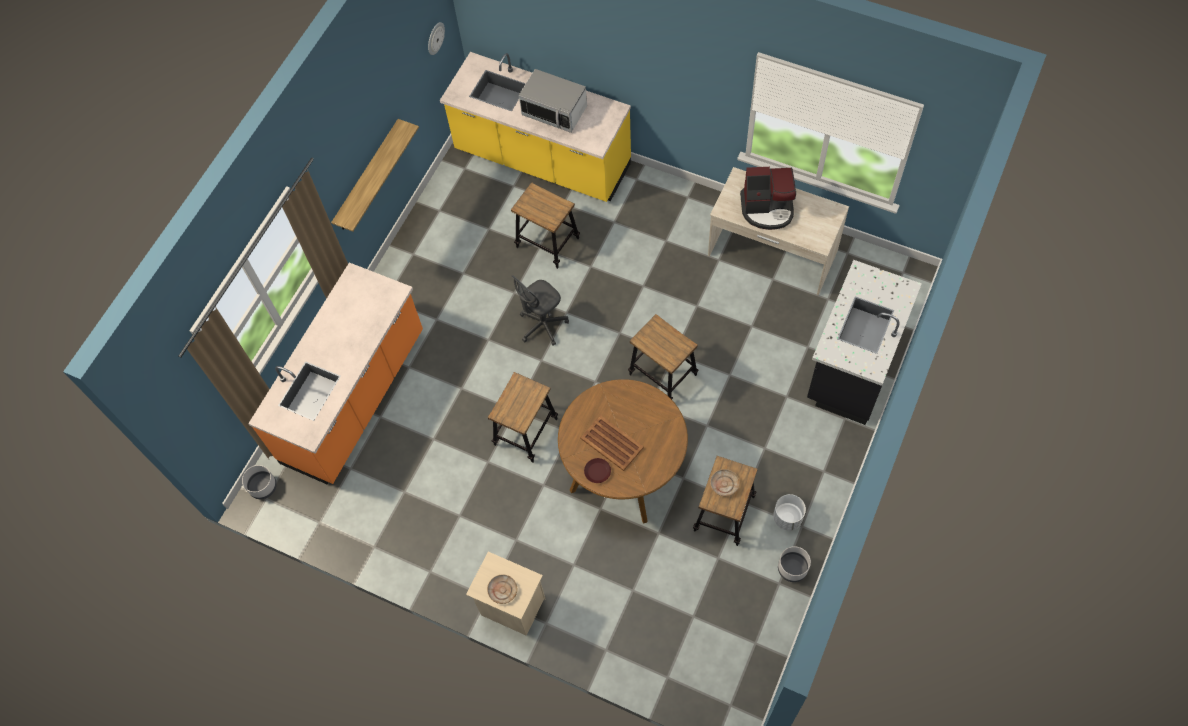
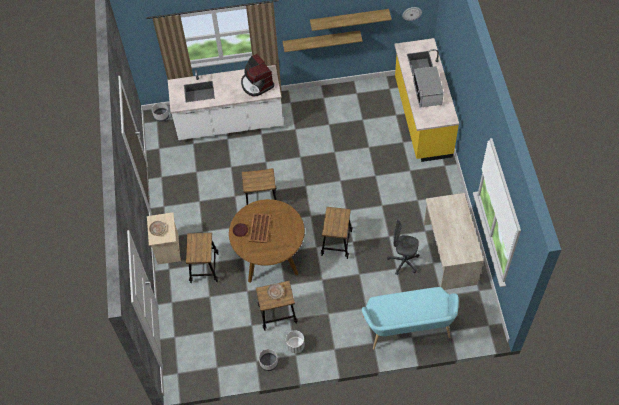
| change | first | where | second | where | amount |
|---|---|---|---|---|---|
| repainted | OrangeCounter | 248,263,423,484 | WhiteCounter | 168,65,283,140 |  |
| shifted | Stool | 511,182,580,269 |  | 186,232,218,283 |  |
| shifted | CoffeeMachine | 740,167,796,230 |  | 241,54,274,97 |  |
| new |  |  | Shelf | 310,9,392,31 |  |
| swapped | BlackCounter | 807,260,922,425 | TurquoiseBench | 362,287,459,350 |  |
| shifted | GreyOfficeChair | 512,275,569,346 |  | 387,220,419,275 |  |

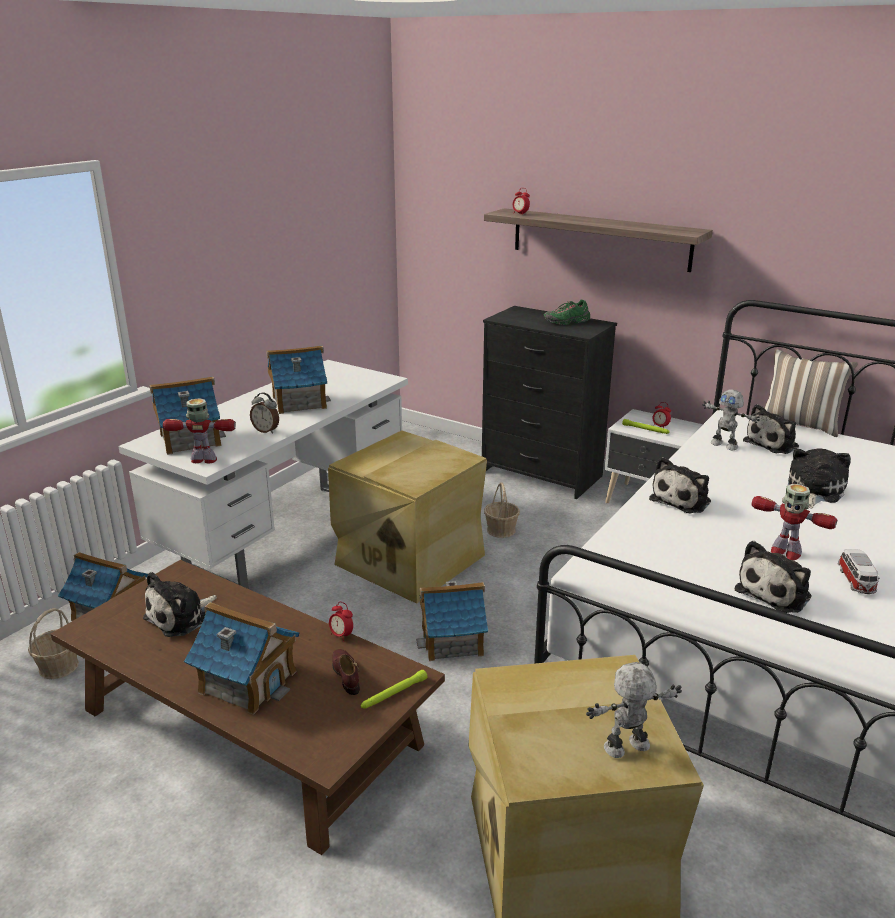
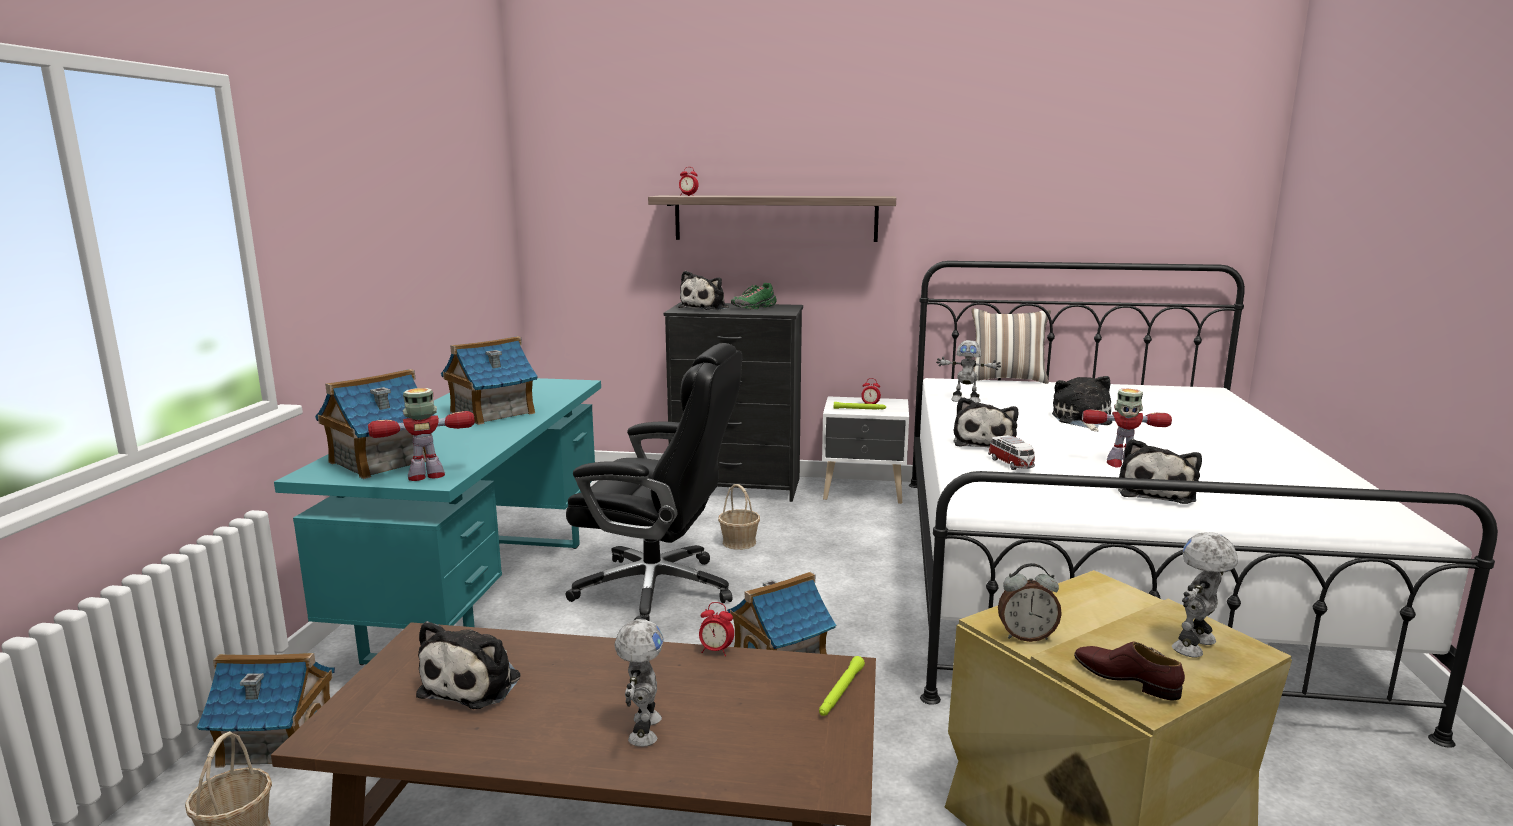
| change | first | where | second | where | amount |
|---|---|---|---|---|---|
| repainted | WhiteDesk | 118,360,408,589 | TurquoiseDesk | 274,378,601,665 |  |
| swapped | BeigeStorageBox | 328,431,487,604 | BlackOfficeChair | 566,343,742,621 |  |
| swapped | ToyHouse | 184,602,300,715 | ToyRobot | 614,619,664,747 |  |
| shifted | PlushToy | 743,404,799,454 |  | 678,271,729,310 |  |
| shifted | ToyCar | 838,549,880,594 |  | 988,435,1035,470 |  |
| shifted | AlarmClock | 250,392,279,434 |  | 998,563,1062,642 |  |
| shifted | BrownShoe | 332,649,360,695 |  | 1074,642,1185,700 |  |

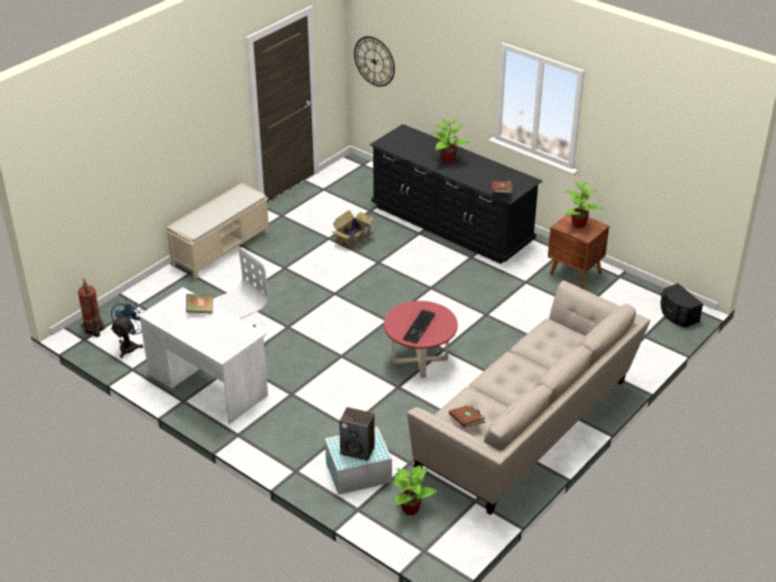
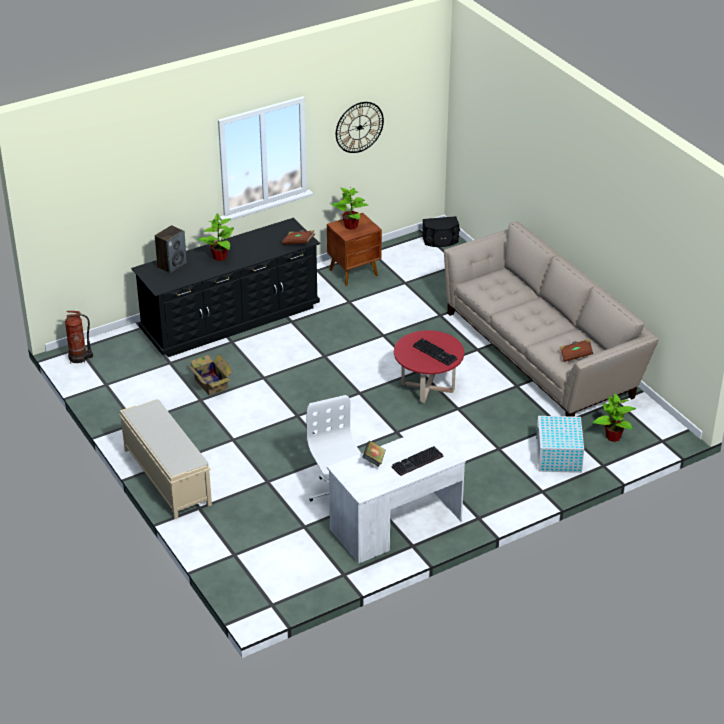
| change | first | where | second | where | amount |
|---|---|---|---|---|---|
| shifted | FireExtinguisher | 78,278,105,337 |  | 65,311,93,364 |  |
| shifted | Speaker | 339,407,375,461 |  | 155,225,187,274 |  |
| shifted | WallClock | 354,36,395,87 |  | 336,102,384,153 |  |
| new |  |  | Keyboard | 391,446,443,476 |  |
| gone | BlueFan | 111,299,145,358 |  |  |  |

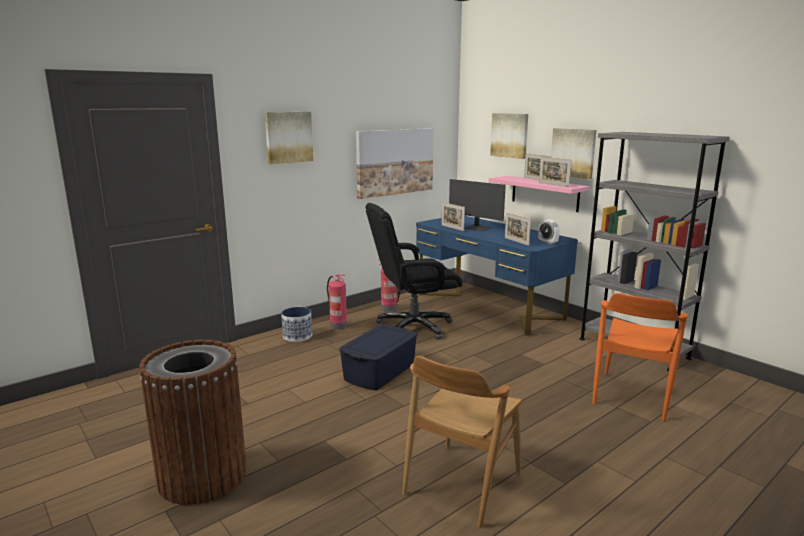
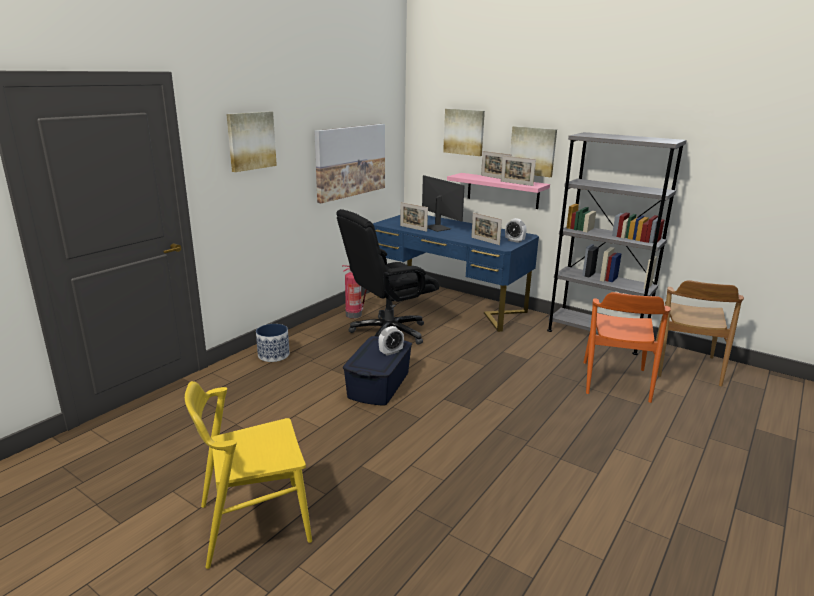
| change | first | where | second | where | amount |
|---|---|---|---|---|---|
| swapped | BrownTrashCan | 139,339,247,505 | YellowChair | 185,381,312,569 |  |
| new |  |  | AlarmClock | 379,326,404,356 |  |
| rotated | Monitor | 449,179,506,231 |  | 422,175,465,232 | 150 degrees counterclockwise |
| shifted | BrownChair | 402,356,522,528 |  | 656,280,744,387 |  |
| gone | FireExtinguisher | 327,275,347,330 |  |  |  |

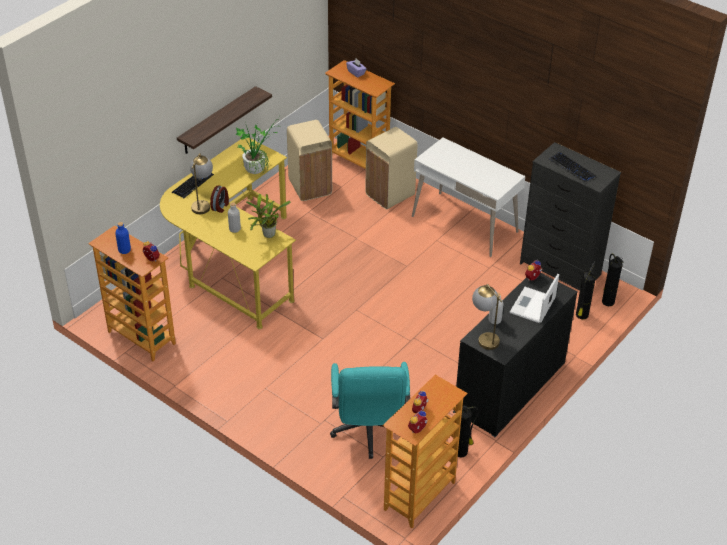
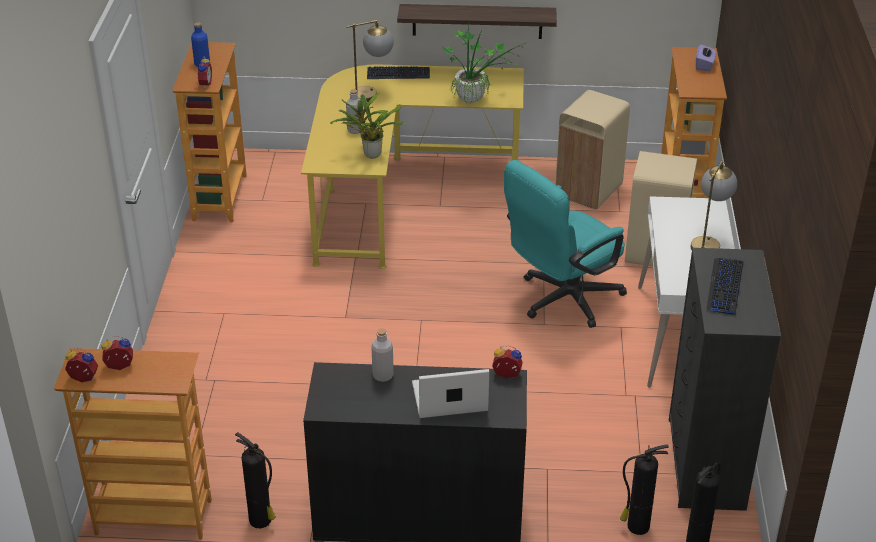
| change | first | where | second | where | amount |
|---|---|---|---|---|---|
| shifted | TurquoiseOfficeChair | 330,362,410,459 |  | 504,160,627,328 |  |
| shifted | TableLamp | 472,284,502,350 |  | 691,161,737,250 |  |
| gone | AlarmClock | 210,185,229,213 |  |  |  |

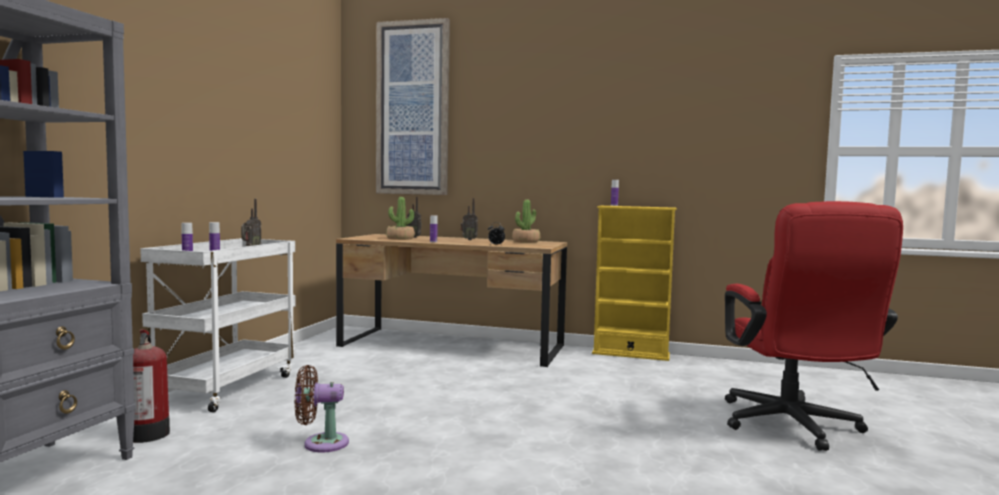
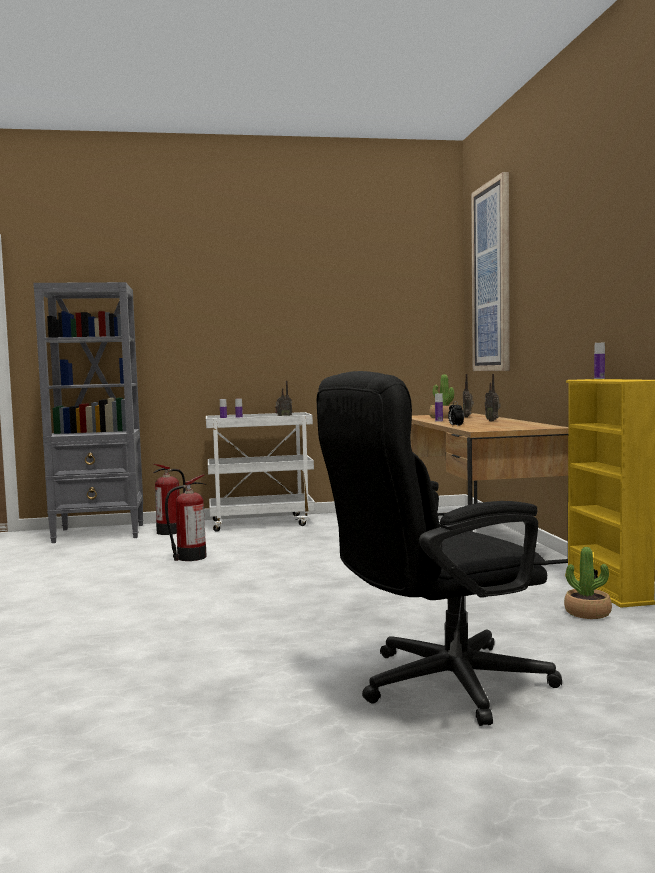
| change | first | where | second | where | amount |
|---|---|---|---|---|---|
| swapped | BrownFan | 295,365,349,452 | FireExtinguisher | 165,474,207,561 |  |
| repainted | RedOfficeChair | 725,201,903,451 | BlackOfficeChair | 317,371,562,726 |  |
| shifted | PottedPlant | 512,199,540,243 |  | 564,547,612,619 |  |

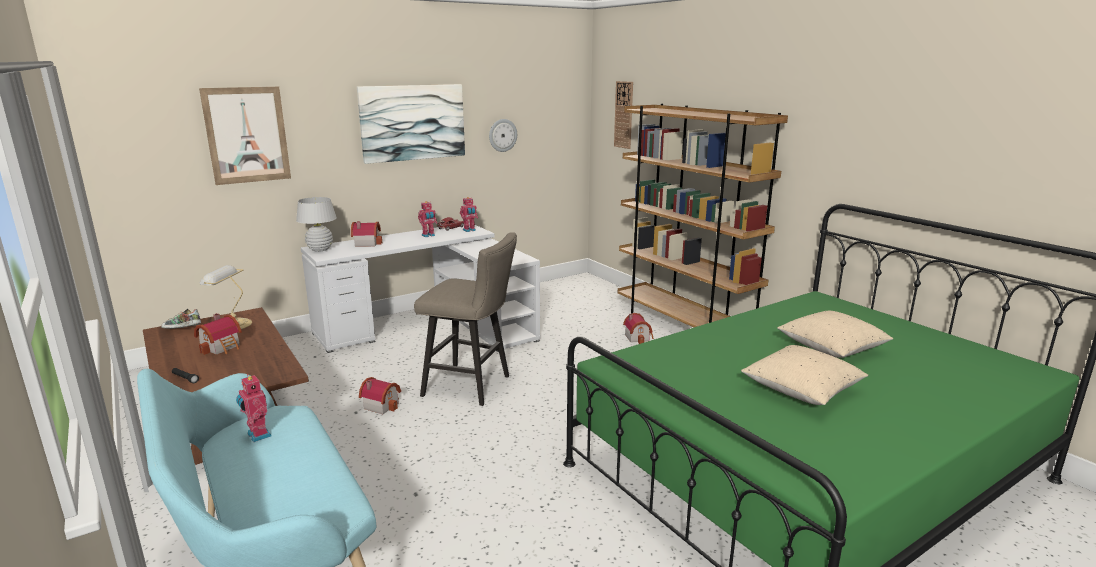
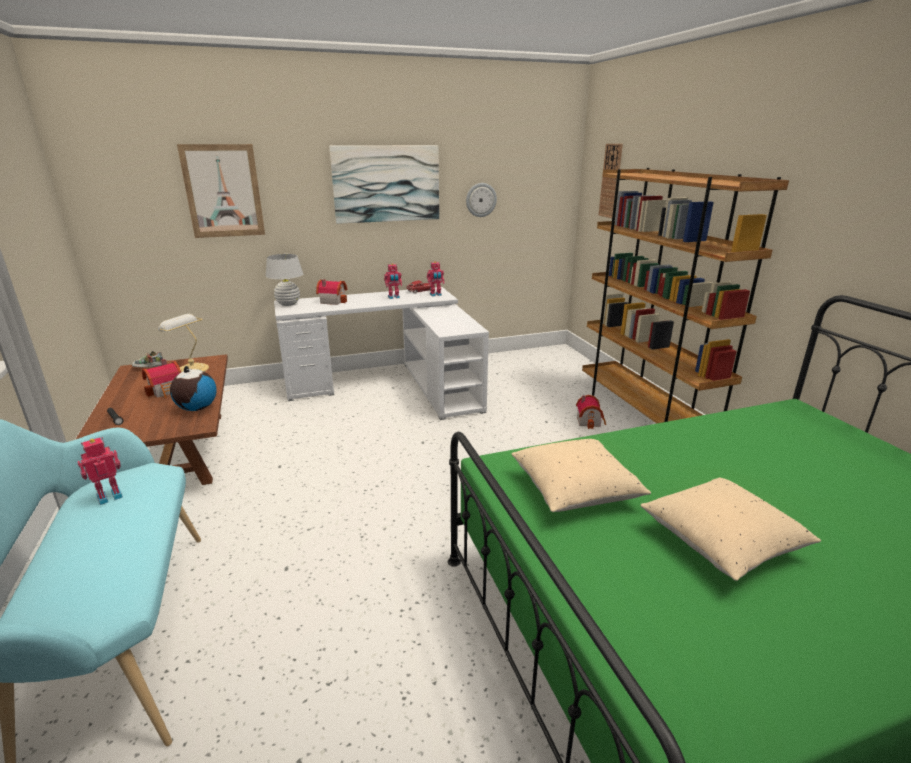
| change | first | where | second | where | amount |
|---|---|---|---|---|---|
| rotated | ToyRobot | 236,374,272,442 |  | 77,437,123,505 | 75 degrees clockwise |
| new |  |  | Globe | 170,366,217,411 |  |
| shifted | BeigePillow | 777,311,893,358 |  | 512,439,651,512 |  |
| gone | ToyHouse | 359,377,401,414 |  |  |  |
| gone | BeigeStool | 414,232,517,406 |  |  |  |

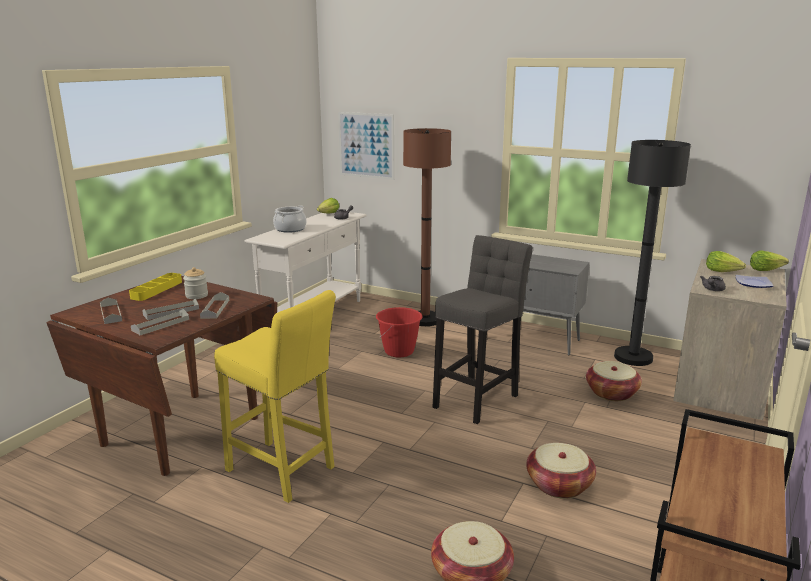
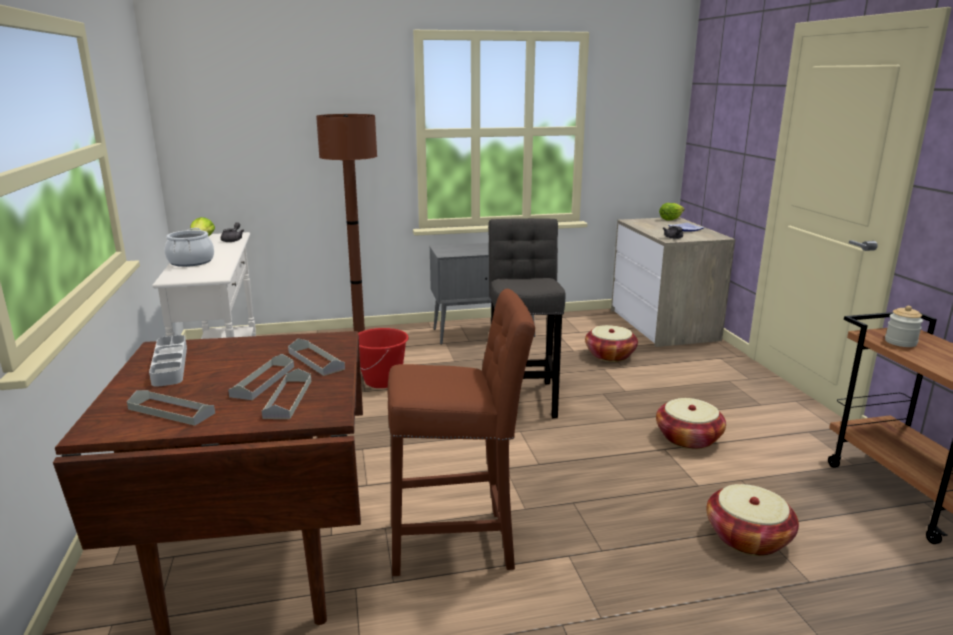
| change | first | where | second | where | amount |
|---|---|---|---|---|---|
| repainted | YellowTray | 129,273,182,301 | GreyTray | 149,335,187,387 |  |
| repainted | YellowStool | 214,290,336,503 | BrownStool | 387,289,535,576 |  |
| shifted | Jar | 183,267,208,299 |  | 885,306,923,347 |  |
| gone | Picture | 338,112,394,180 |  |  |  |
| gone | BlackFloorLamp | 614,140,691,366 |  |  |  |
| gone | Lettuce | 706,251,746,272 |  |  |  |

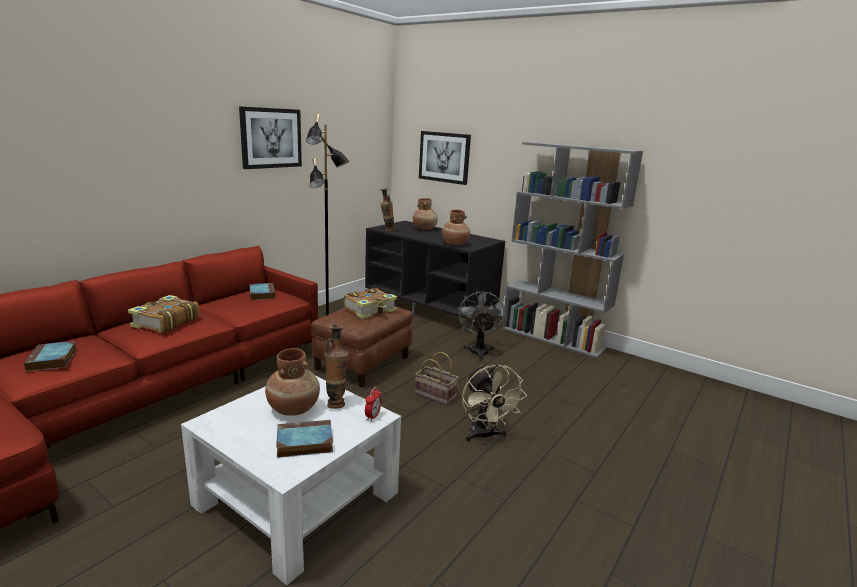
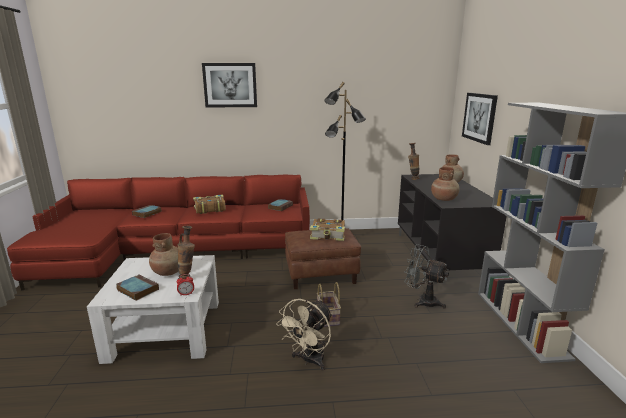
| change | first | where | second | where | amount |
|---|---|---|---|---|---|
| shifted | Picture | 239,106,302,169 |  | 202,63,257,108 |  |
| rotated | GreyFan | 459,291,504,360 |  | 404,244,449,309 | 105 degrees counterclockwise |

